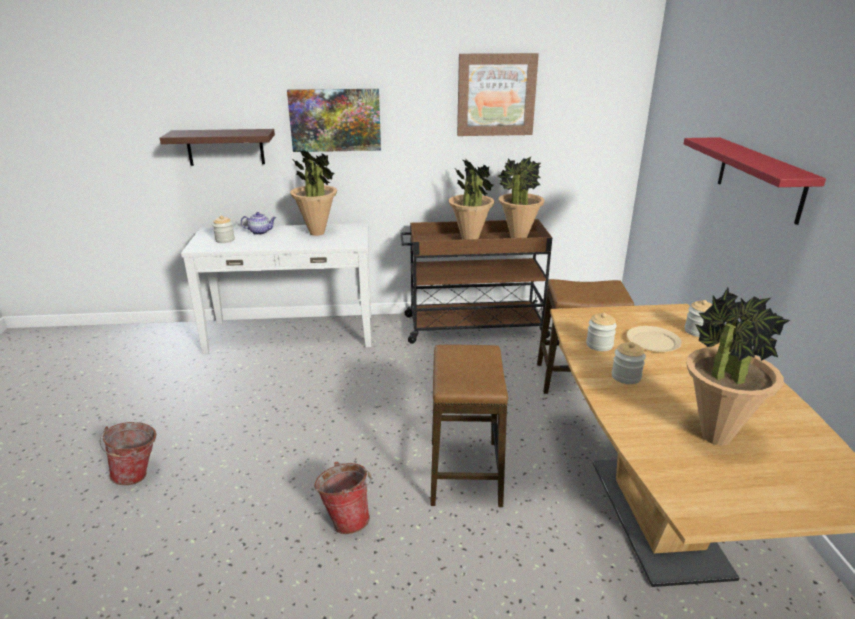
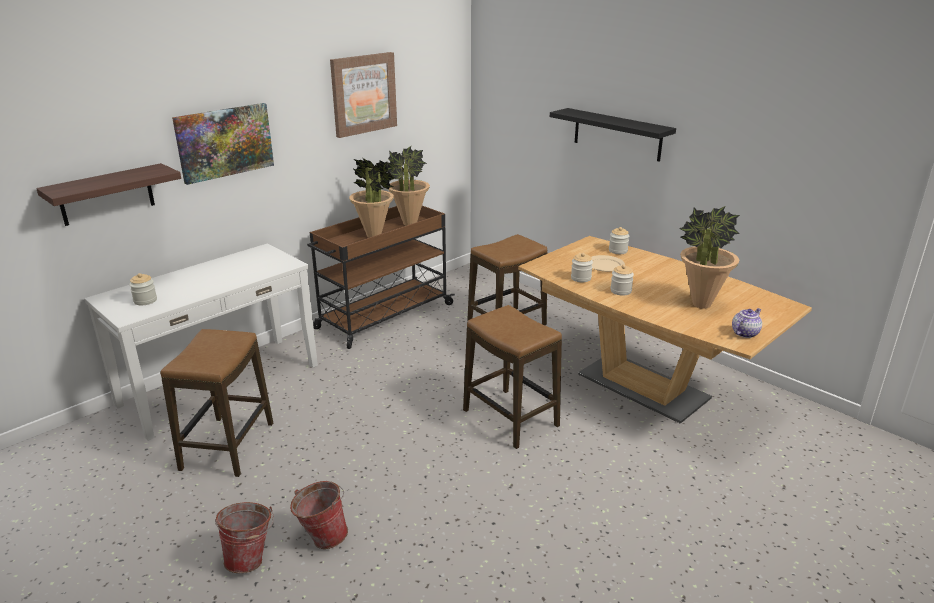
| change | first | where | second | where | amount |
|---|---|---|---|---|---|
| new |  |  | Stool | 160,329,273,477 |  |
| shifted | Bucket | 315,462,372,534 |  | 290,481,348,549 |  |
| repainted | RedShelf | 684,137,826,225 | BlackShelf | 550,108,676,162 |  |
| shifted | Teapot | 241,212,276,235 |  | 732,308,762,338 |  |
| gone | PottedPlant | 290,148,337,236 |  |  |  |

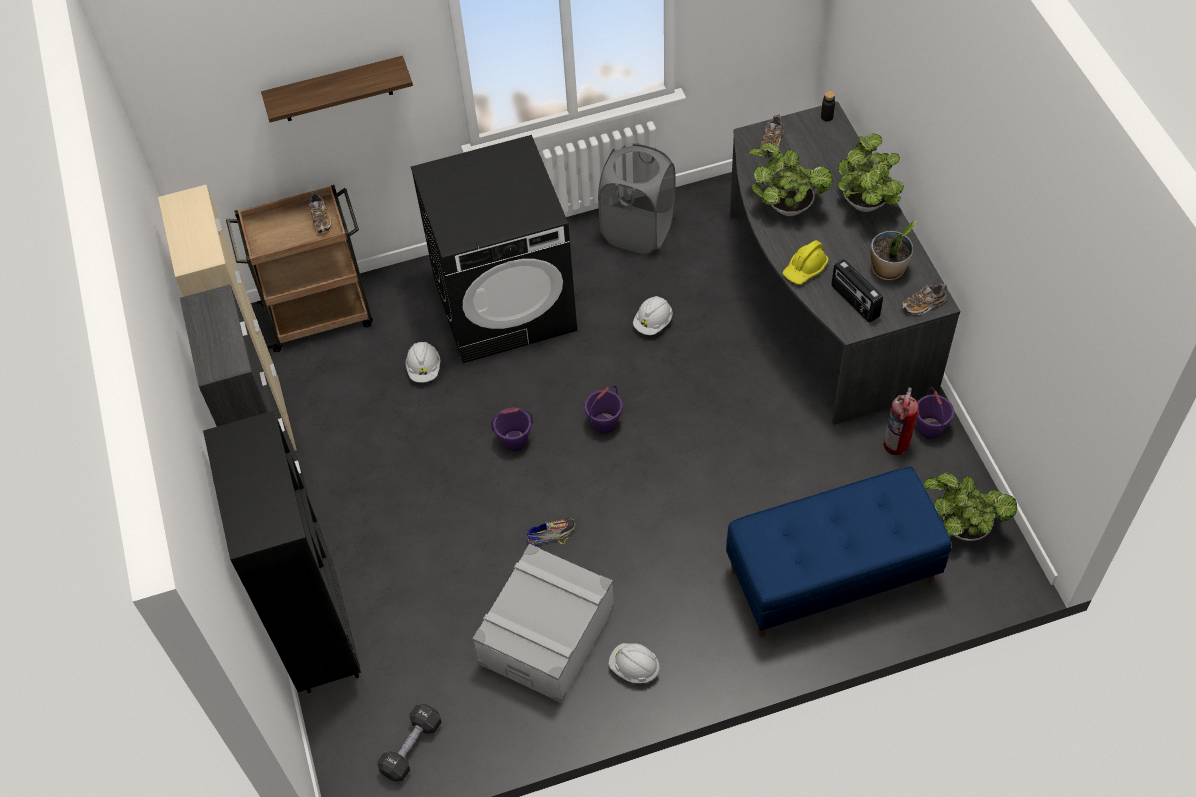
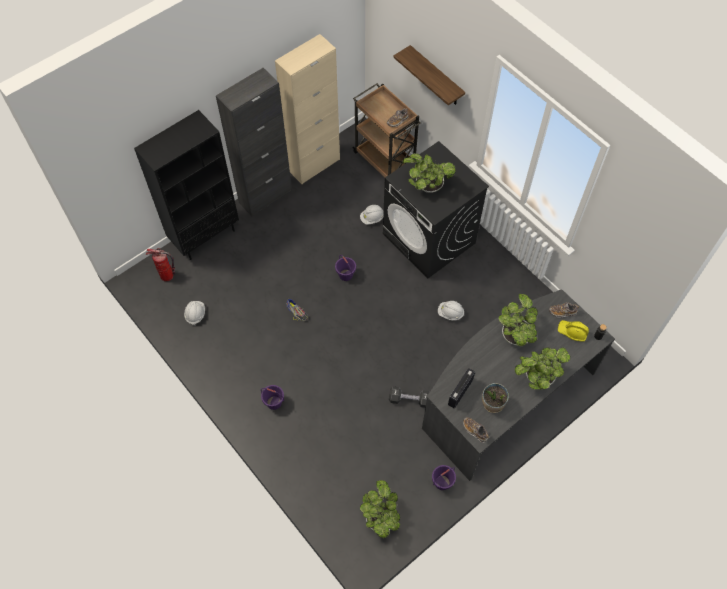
| change | first | where | second | where | amount |
|---|---|---|---|---|---|
| shifted | FireExtinguisher | 883,387,919,455 |  | 146,248,175,282 |  |
| shifted | WhiteHardHat | 609,643,660,683 |  | 184,301,205,326 |  |
| shifted | PurpleBucket | 585,386,623,433 |  | 261,385,284,410 |  |
| shifted | BlackDumbbell | 377,704,442,782 |  | 389,386,430,408 |  |
| new |  |  | PottedPlant | 402,153,456,193 |  |
| shifted | YellowHardHat | 782,240,829,285 |  | 558,320,589,341 |  |
| gone | GreyStorageBox | 473,544,614,703 |  |  |  |
| gone | GreyLaundryBasket | 598,143,676,254 |  |  |  |
| gone | BlueBench | 726,466,951,637 |  |  |  |

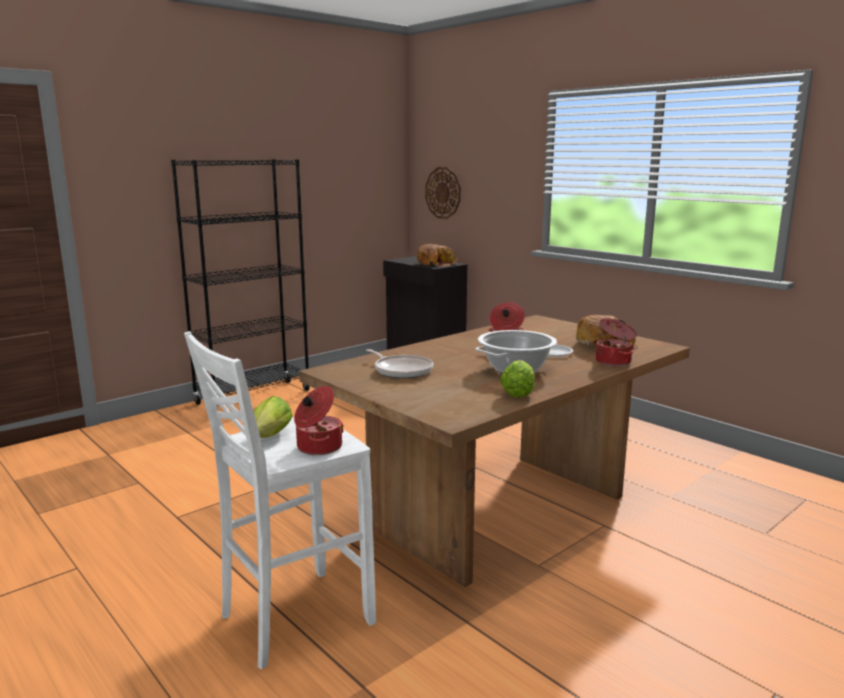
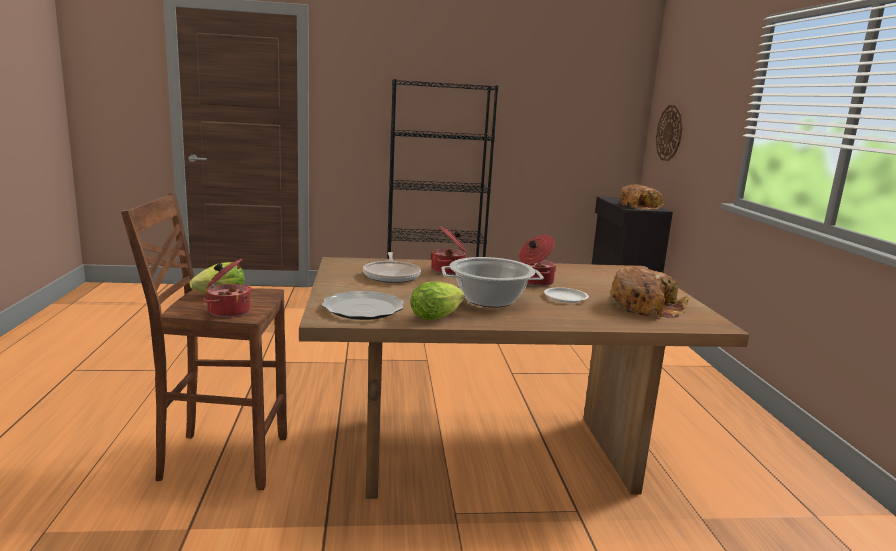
| change | first | where | second | where | amount |
|---|---|---|---|---|---|
| repainted | WhiteStool | 184,331,376,669 | BrownStool | 121,193,287,490 |  |
| new |  |  | Plate | 322,291,404,320 |  |
| shifted | CookingPot | 596,318,637,366 |  | 430,226,466,275 |  |

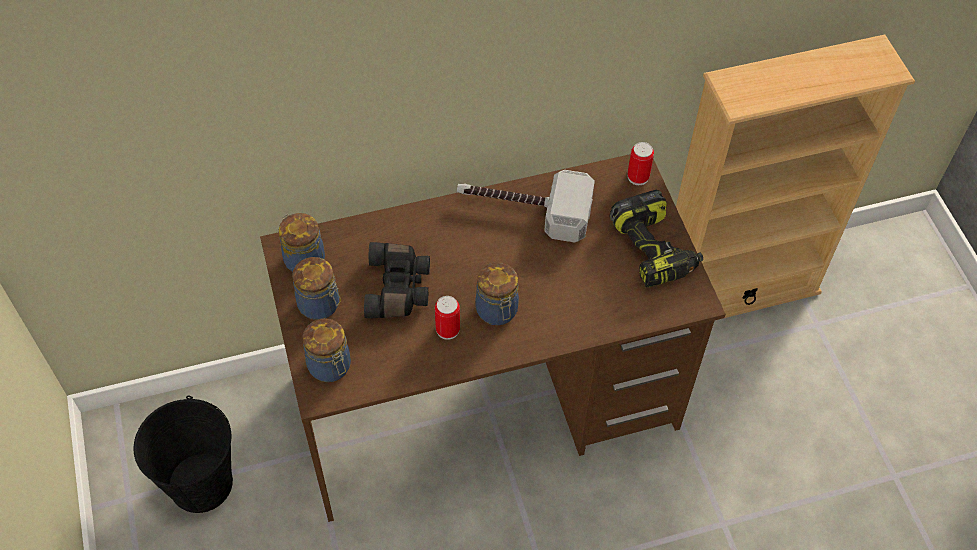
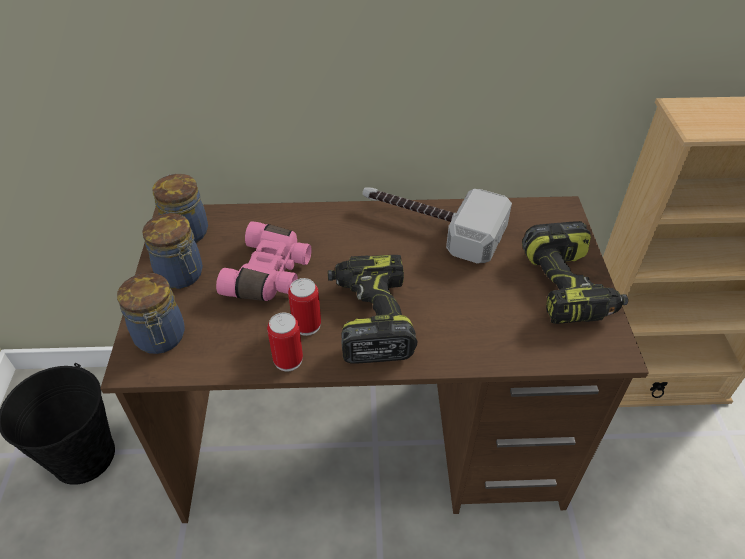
| change | first | where | second | where | amount |
|---|---|---|---|---|---|
| repainted | BlackBinoculars | 364,242,430,318 | PinkBinoculars | 216,221,312,301 |  |
| shifted | Can | 627,142,654,185 |  | 267,312,303,371 |  |
| swapped | Jar | 475,262,519,325 | PowerDrill | 328,255,417,364 |  |

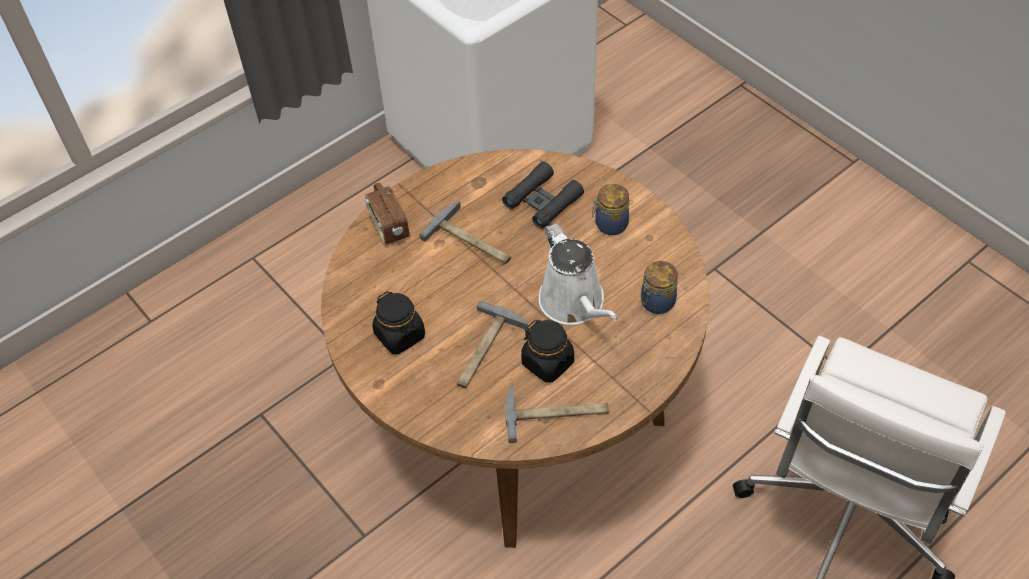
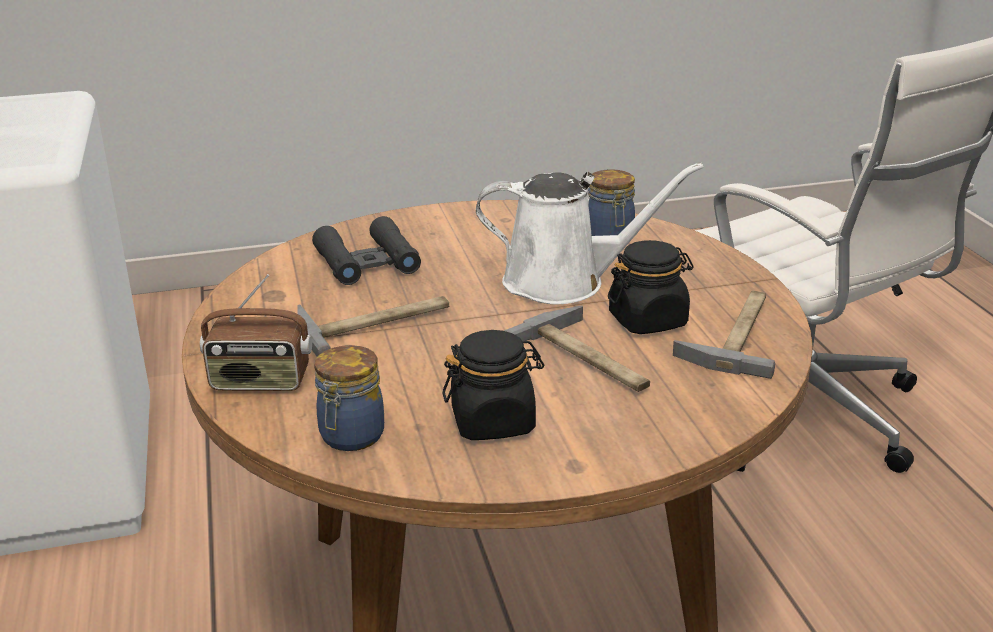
| change | first | where | second | where | amount |
|---|---|---|---|---|---|
| shifted | Jar | 592,184,629,235 |  | 314,345,384,451 |  |

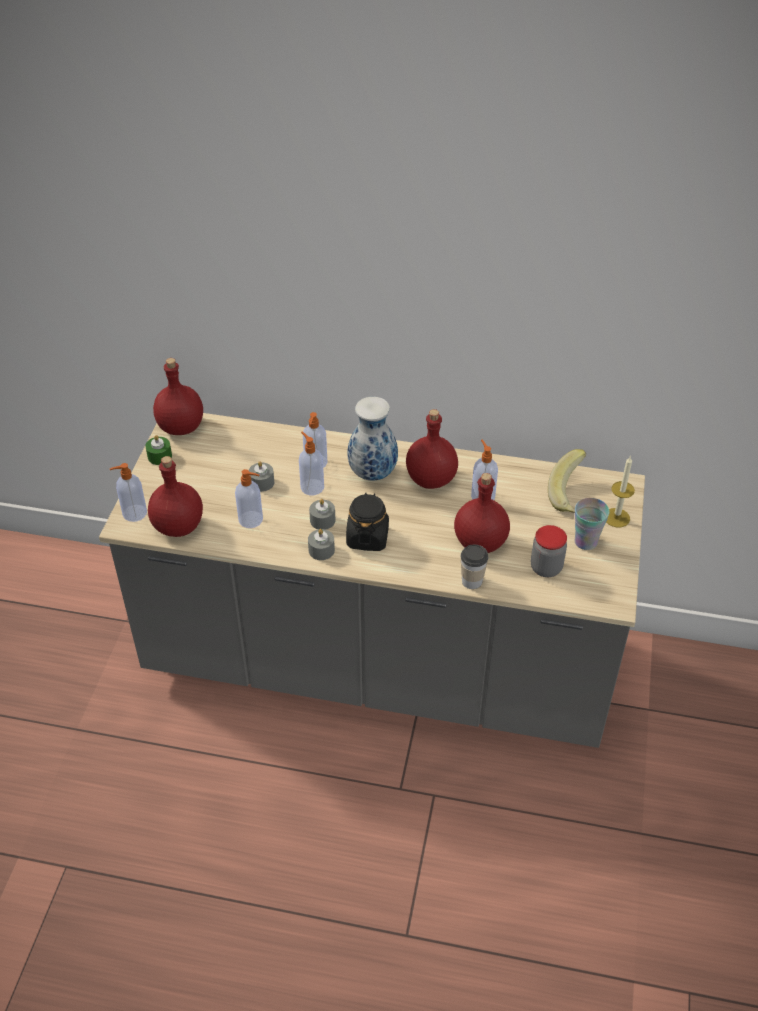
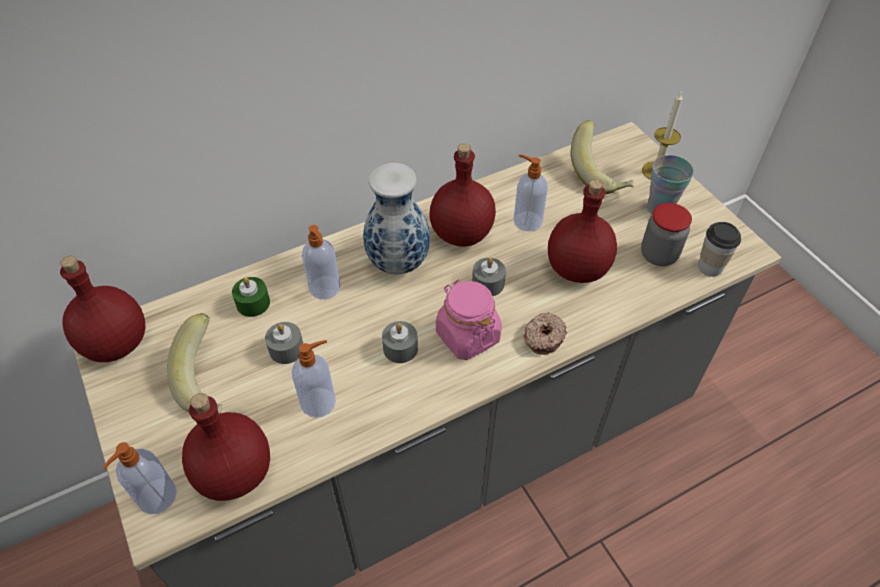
| change | first | where | second | where | amount |
|---|---|---|---|---|---|
| new |  |  | Banana | 167,313,223,413 |  |
| shifted | GreenCandle | 145,435,172,465 |  | 232,277,270,317 |  |
| repainted | BlackJar | 346,493,389,551 | PinkJar | 436,279,502,360 |  |
| shifted | GreyCandle | 308,529,335,560 |  | 472,258,506,296 |  |
| new |  |  | Donut | 524,312,567,355 |  |
| shifted | Cup | 460,545,488,589 |  | 698,222,741,277 |  |
| gone | SoapDispenser | 299,431,324,495 |  |  |  |

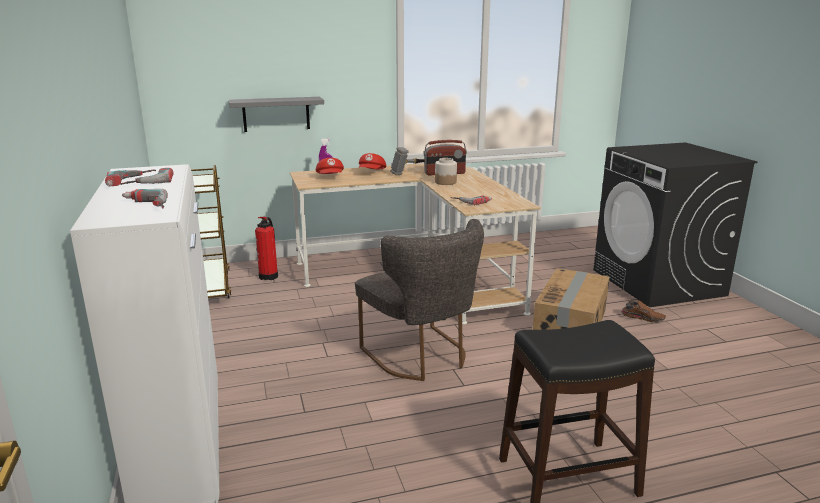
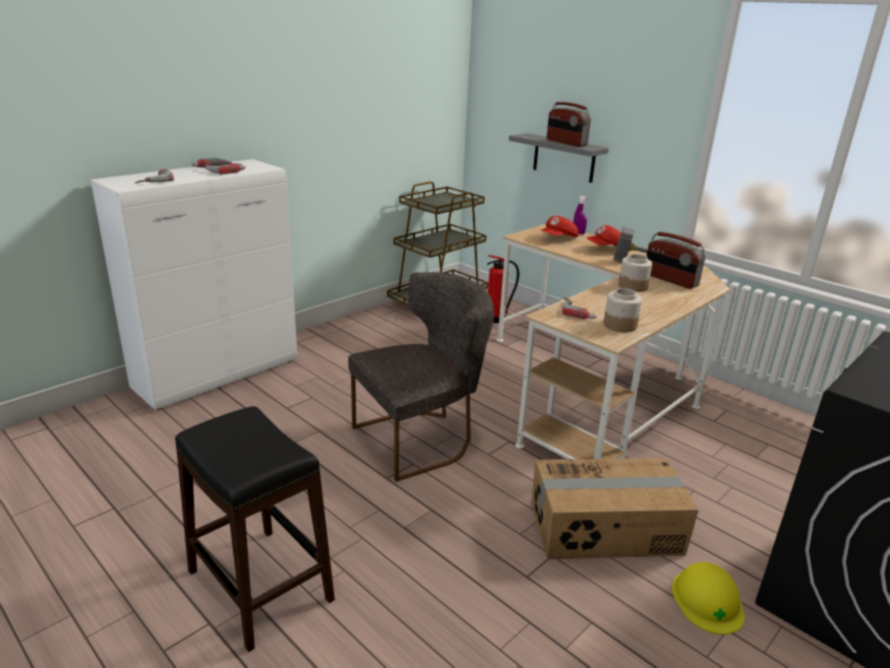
| change | first | where | second | where | amount |
|---|---|---|---|---|---|
| rotated | GreyChair | 355,219,484,381 |  | 348,272,494,482 | 150 degrees counterclockwise |
| new |  |  | Radio | 547,102,591,147 |  |
| new |  |  | Jar | 604,288,642,332 |  |
| swapped | BrownShoe | 621,300,666,322 | YellowHardHat | 672,562,744,634 |  |

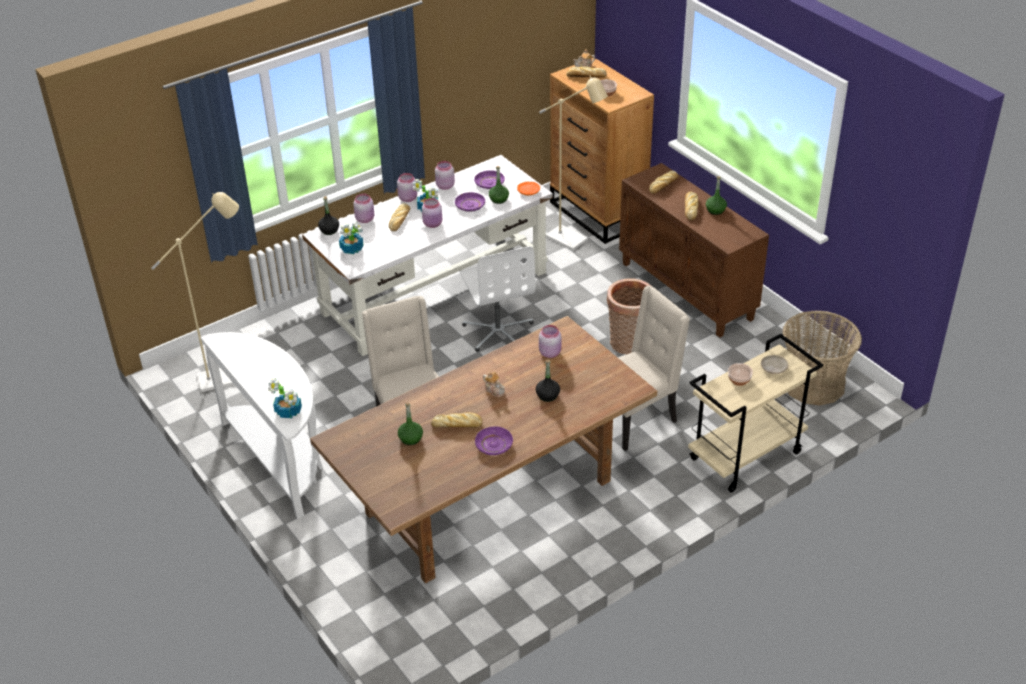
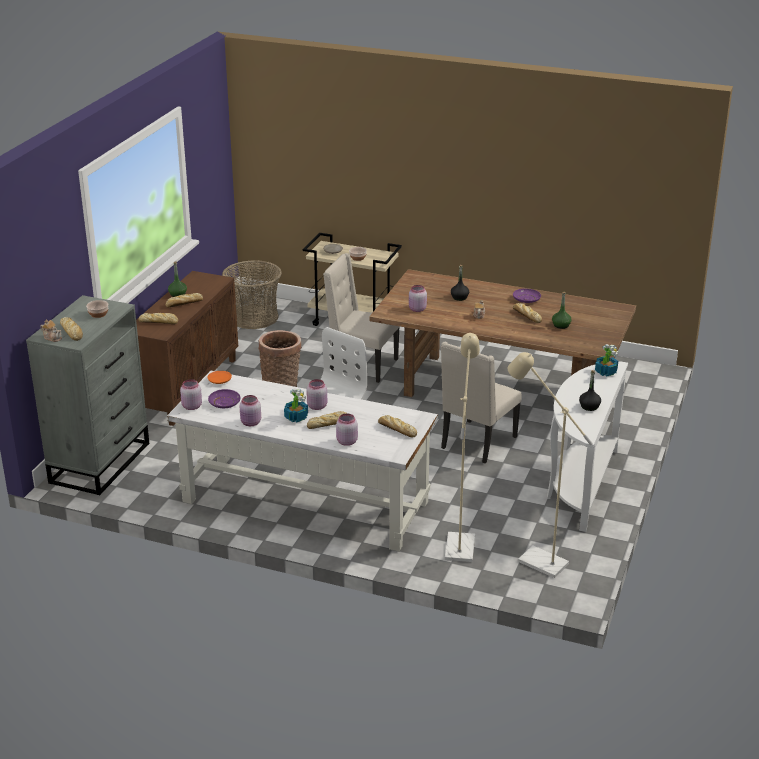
| change | first | where | second | where | amount |
|---|---|---|---|---|---|
| repainted | BrownDresser | 550,58,654,244 | GreyDresser | 26,295,150,495 |  |
| shifted | PinkJar | 397,173,417,202 |  | 180,379,202,410 |  |
| swapped | PottedPlant | 339,222,363,254 | Bread | 378,415,417,437 |  |
| shifted | BeigeFloorLamp | 539,76,608,250 |  | 445,333,480,562 |  |
| shifted | BlackBottle | 318,196,339,235 |  | 579,370,601,411 |  |
| gone | PurplePlate | 455,192,485,212 |  |  |  |
| gone | GreenBottle | 489,166,509,204 |  |  |  |

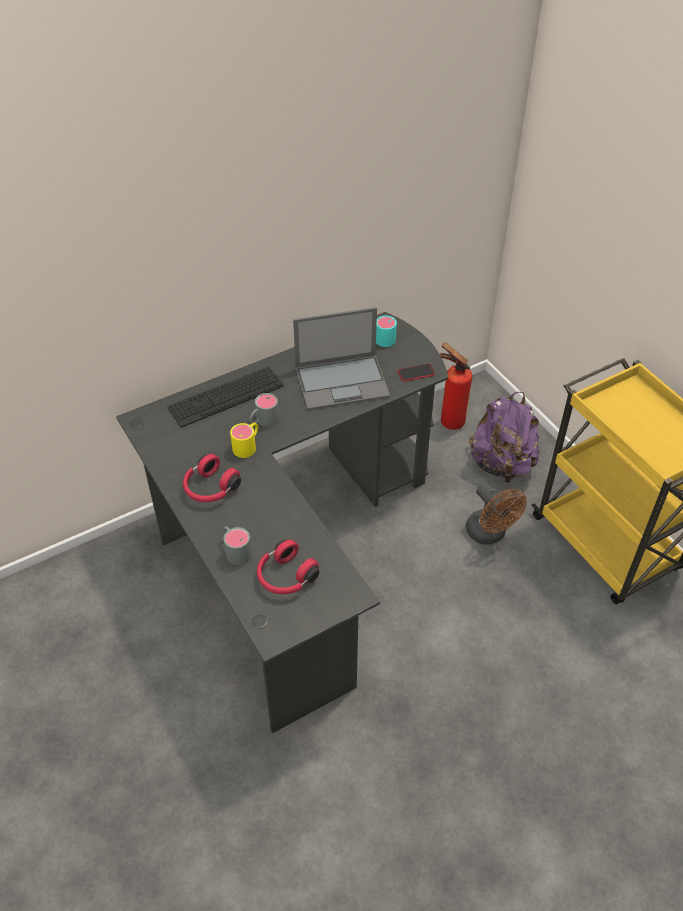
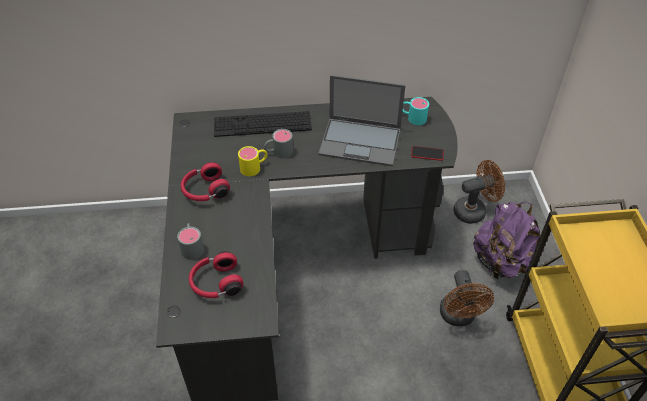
| change | first | where | second | where | amount |
|---|---|---|---|---|---|
| swapped | FireExtinguisher | 440,342,473,430 | BrownFan | 454,160,505,224 |  |

